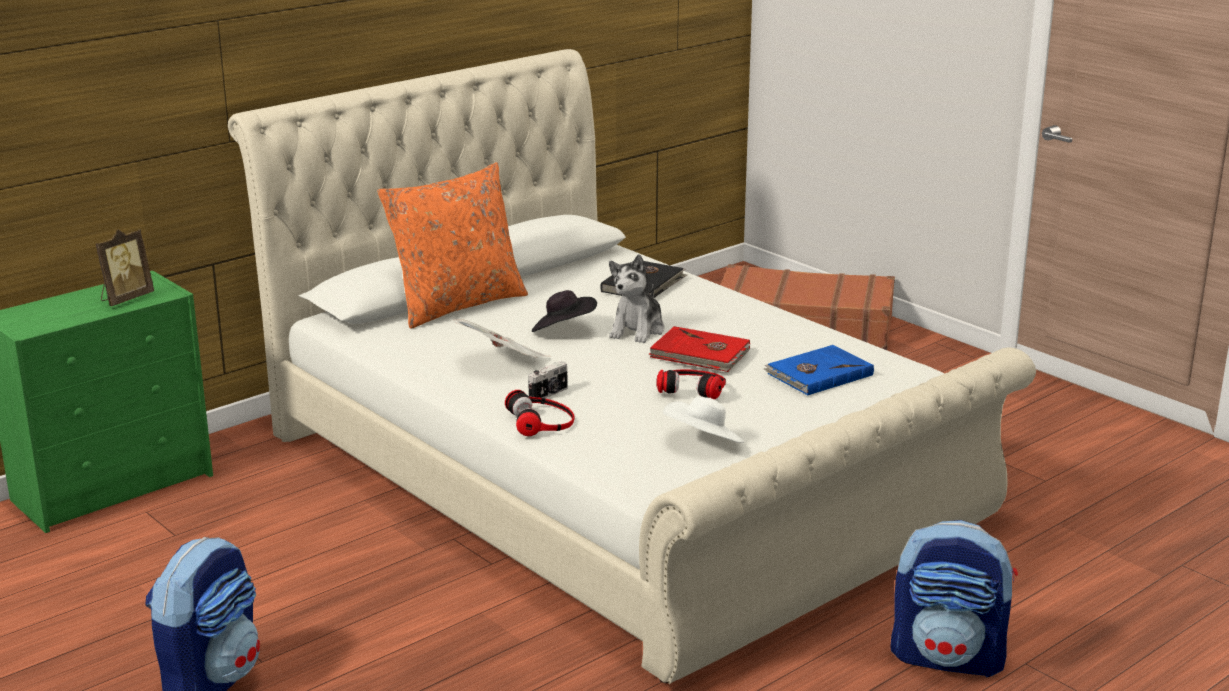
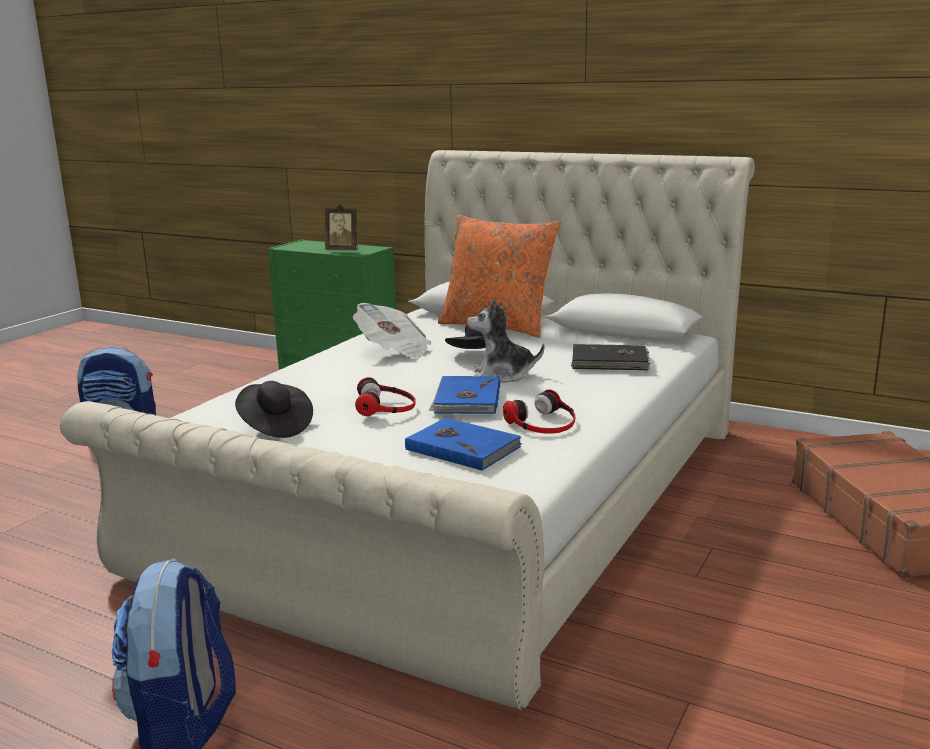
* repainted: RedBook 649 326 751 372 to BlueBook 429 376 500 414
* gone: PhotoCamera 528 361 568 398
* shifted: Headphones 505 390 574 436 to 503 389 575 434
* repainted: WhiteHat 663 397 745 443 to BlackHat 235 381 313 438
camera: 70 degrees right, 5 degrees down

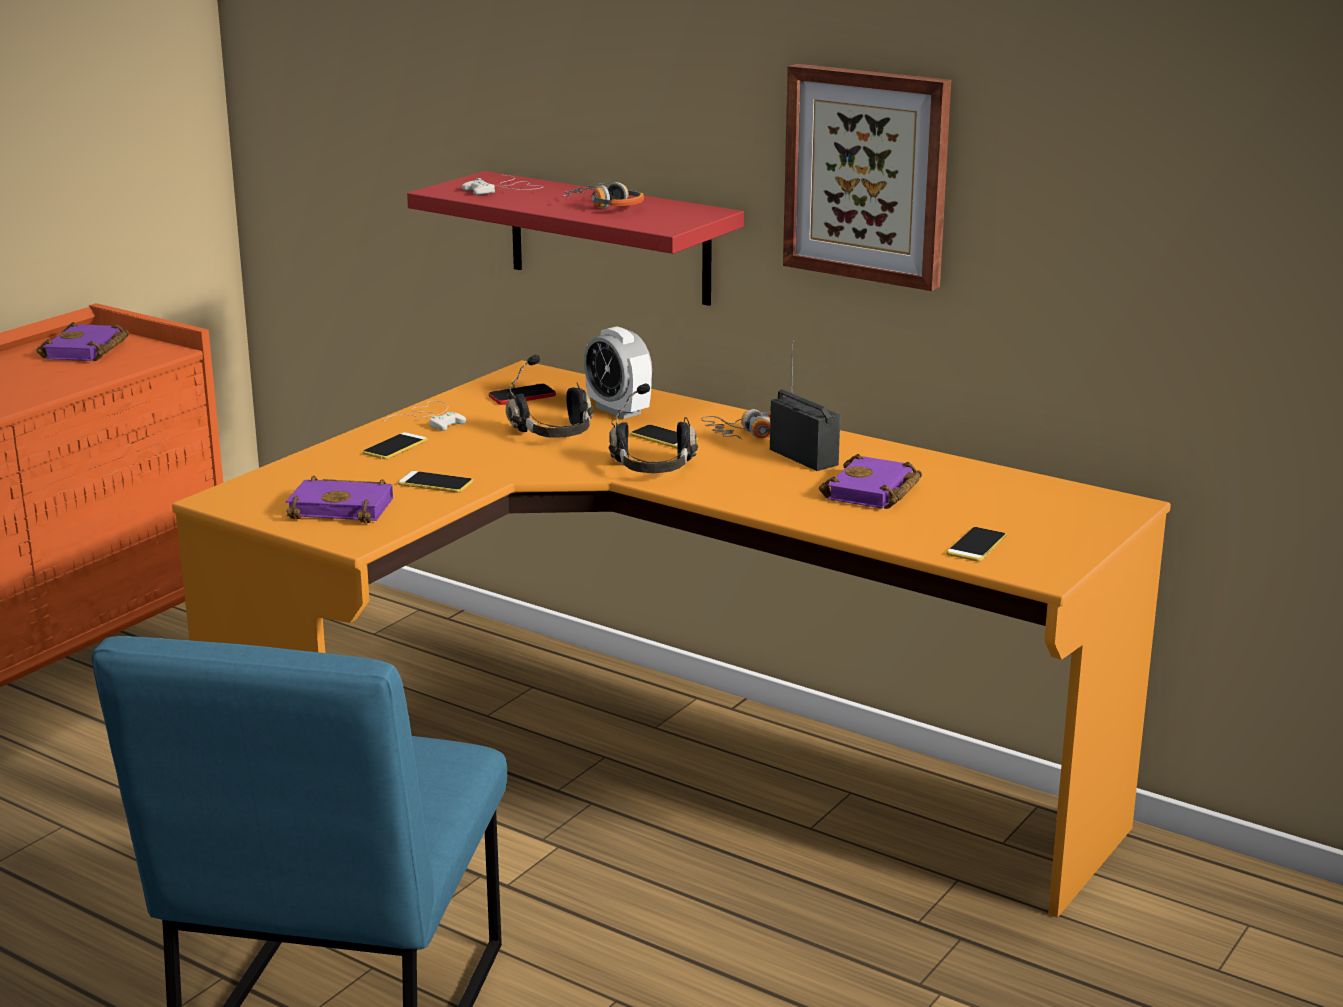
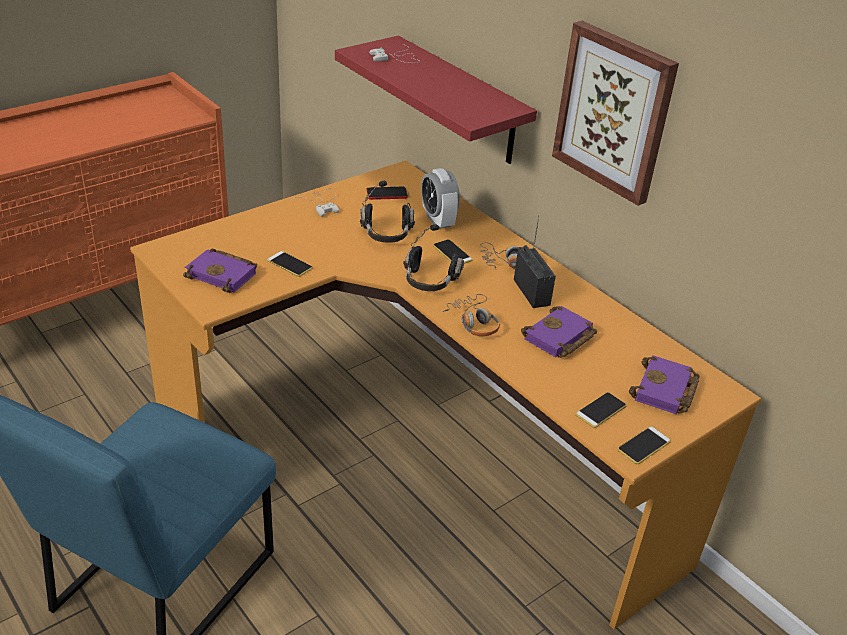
* shifted: Headphones 563 182 644 209 to 443 294 500 336
* shifted: PurpleBook 36 322 129 361 to 629 355 700 414
* shifted: Phone 362 432 428 459 to 617 426 671 464
camera: 15 degrees right, 15 degrees up

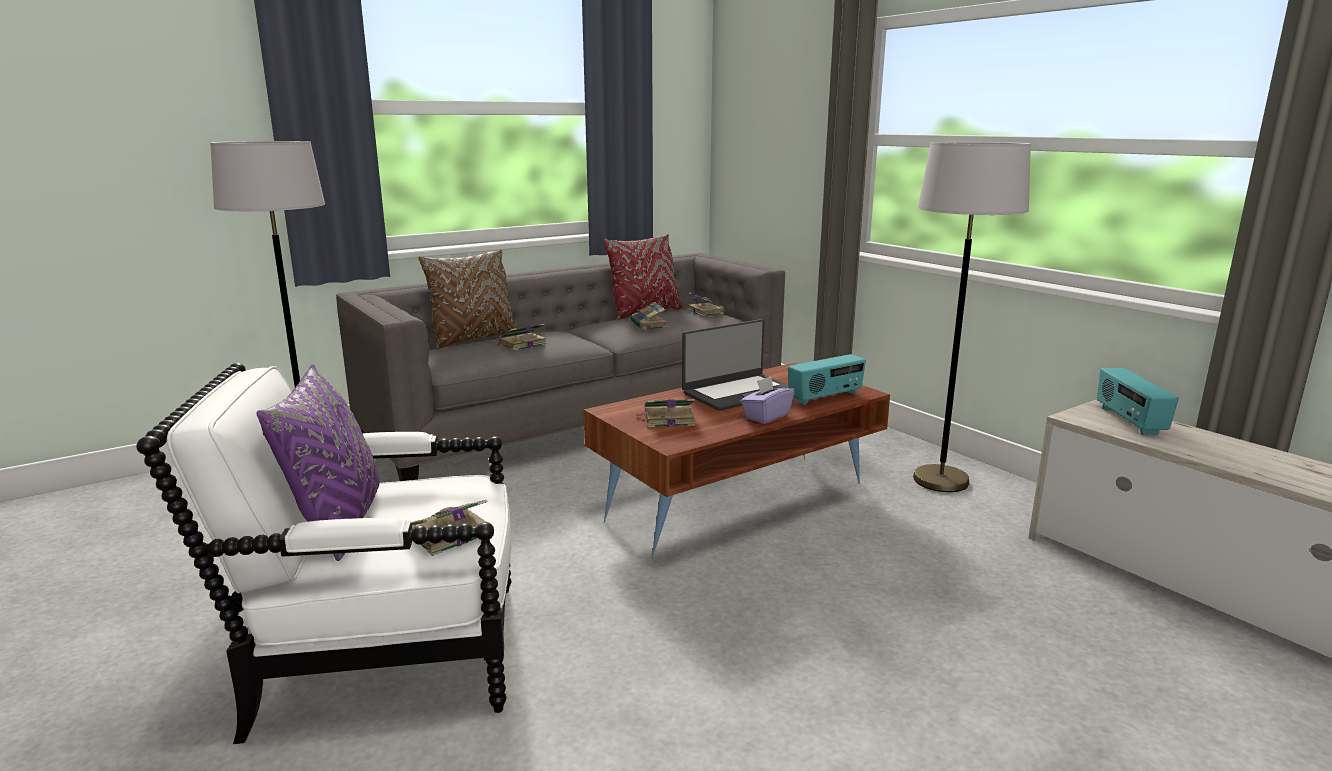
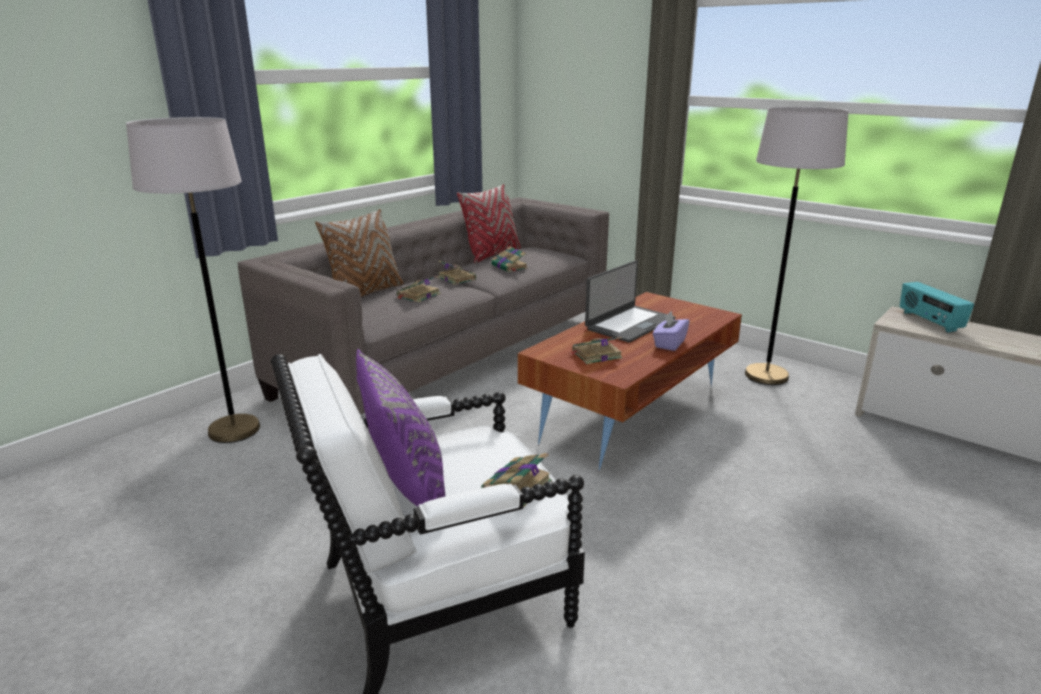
* shifted: Book 686 292 725 316 to 437 261 476 285
* gone: Radio 788 354 866 405
camera: 15 degrees left, 5 degrees up

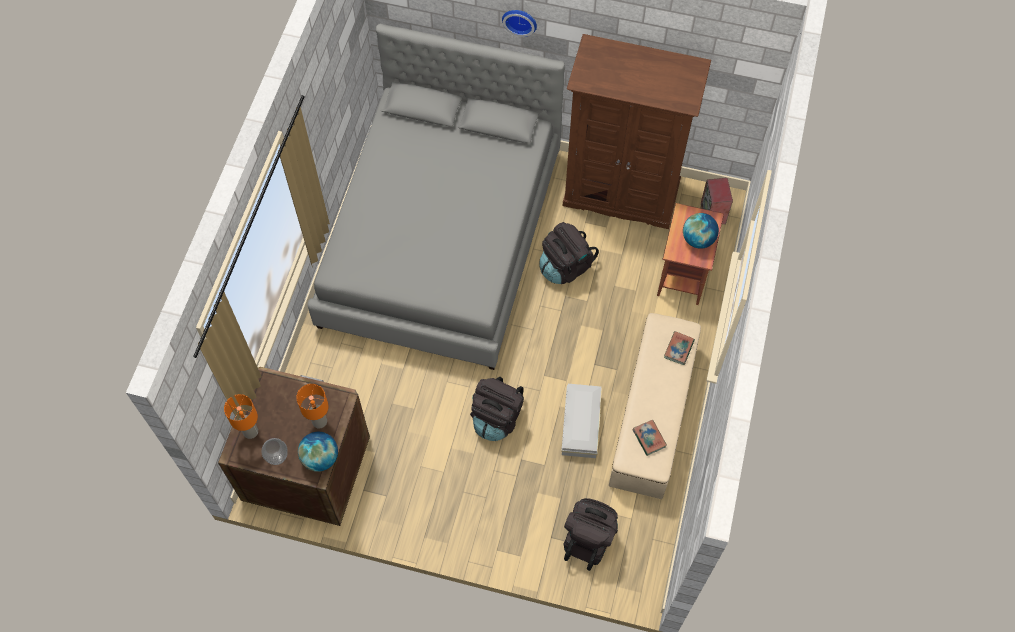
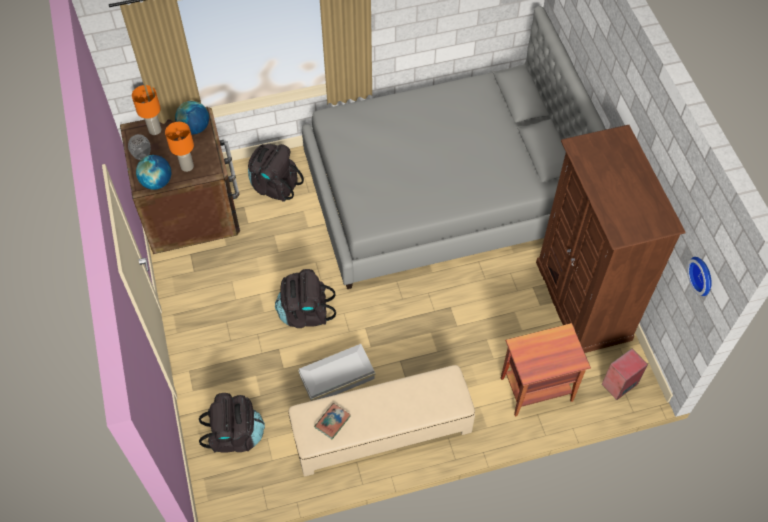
* shifted: WallClock 502 10 537 37 to 687 257 712 296
* shifted: Globe 683 213 719 249 to 175 101 209 135
* shifted: BlackBackpack 539 222 599 284 to 248 144 304 202
* gone: Book 664 331 695 365
camera: 60 degrees right, 5 degrees down

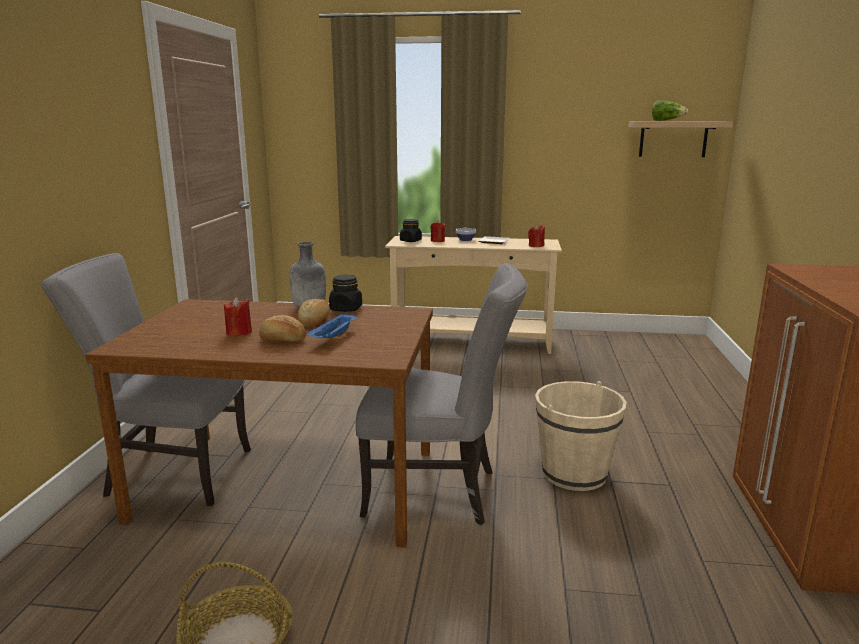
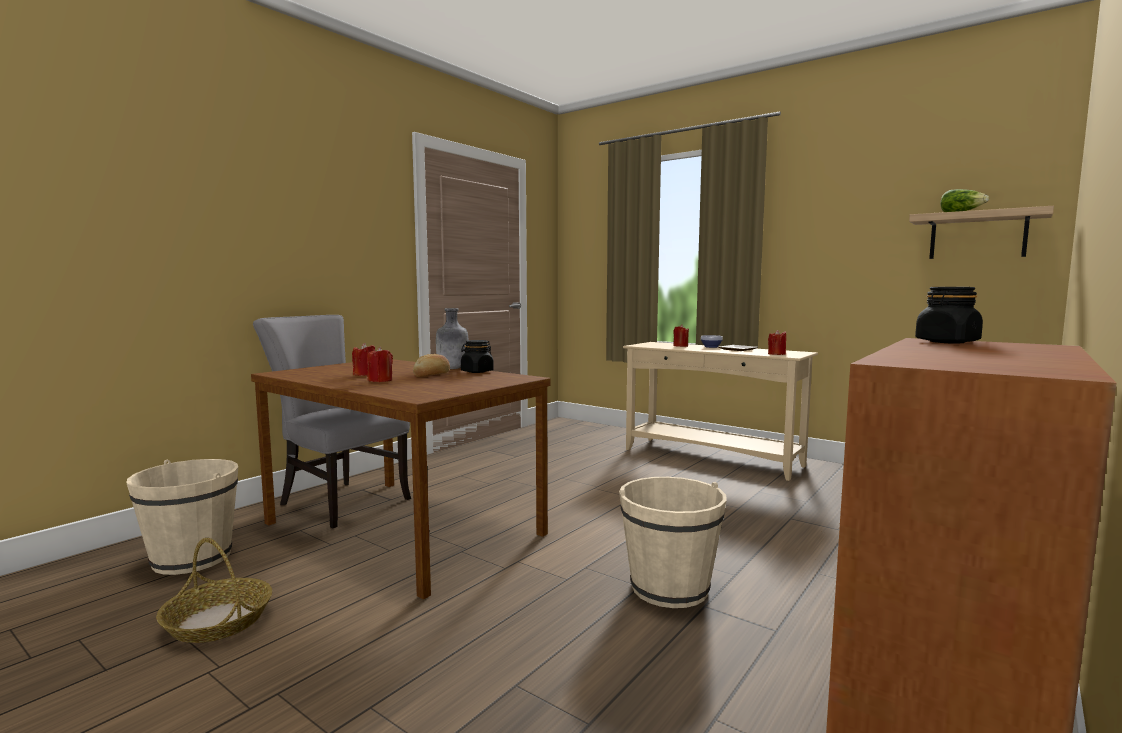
* shifted: BlackJar 400 219 422 242 to 915 287 983 344
* gone: GreyChair 356 263 528 525
* gone: BlueTray 306 312 357 338
* swapped: Bread 259 315 306 341 to RedCandle 367 347 393 382
* new: BeigeBucket 126 459 238 575
camera: 30 degrees right, 10 degrees down

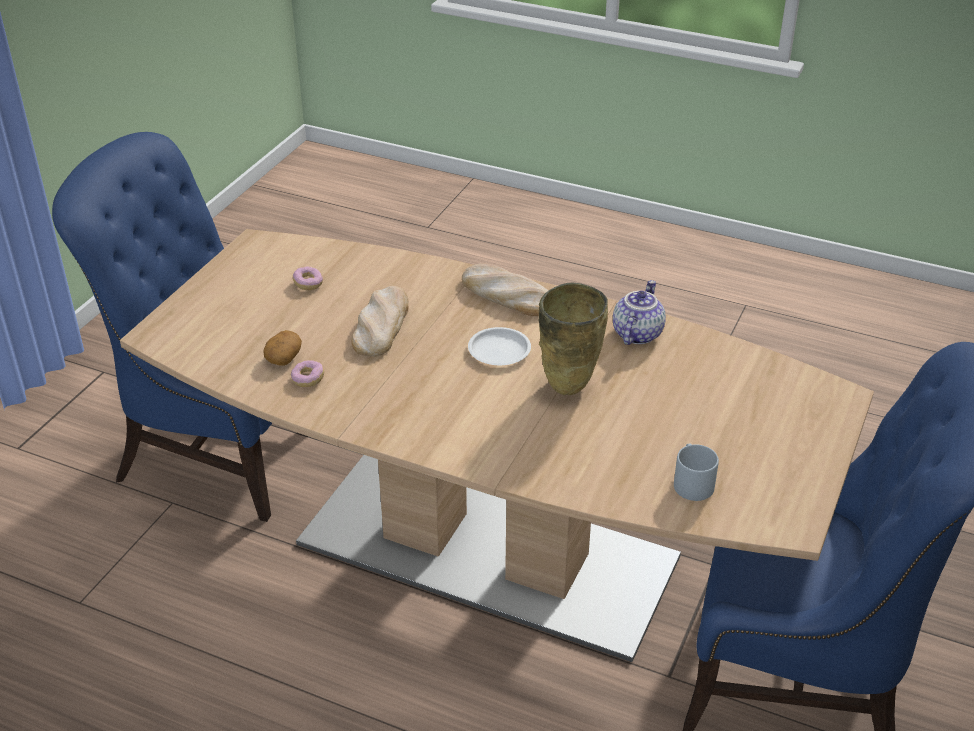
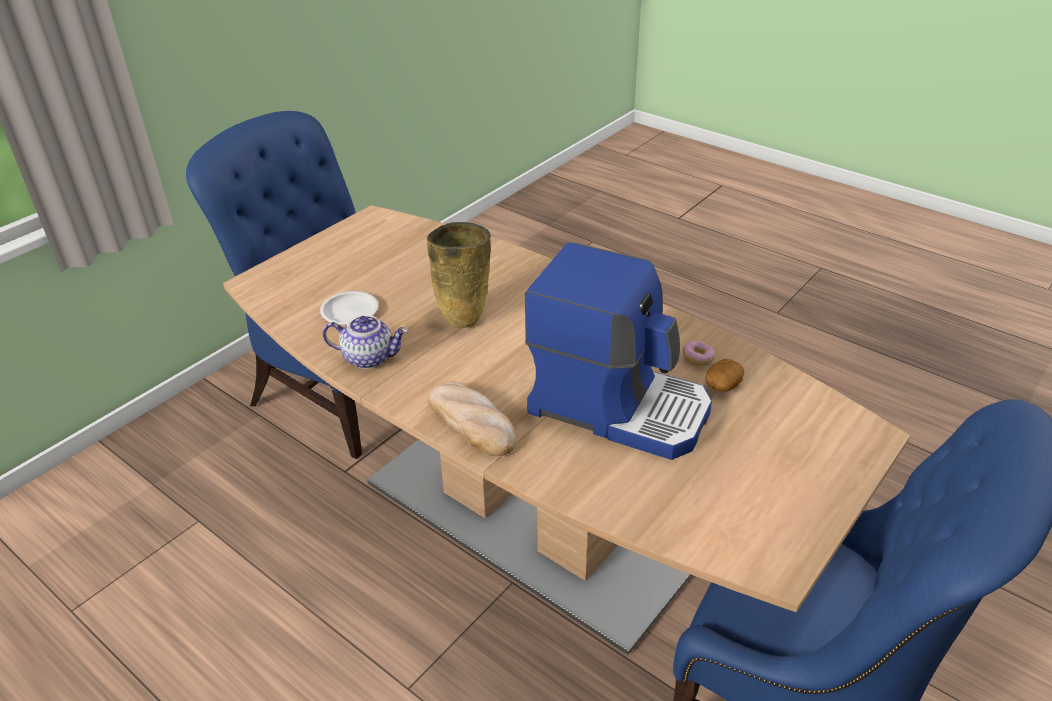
* gone: Donut 293 266 323 290
* rotated: Teapot 613 280 666 345 = 323 315 408 369 120 degrees counterclockwise
* swapped: Bread 351 286 408 357 to CoffeeMachine 525 242 712 460
* shifted: WhitePlate 468 327 531 365 to 320 291 378 324
* gone: GreyMug 674 444 719 501
camera: 165 degrees left, 0 degrees up

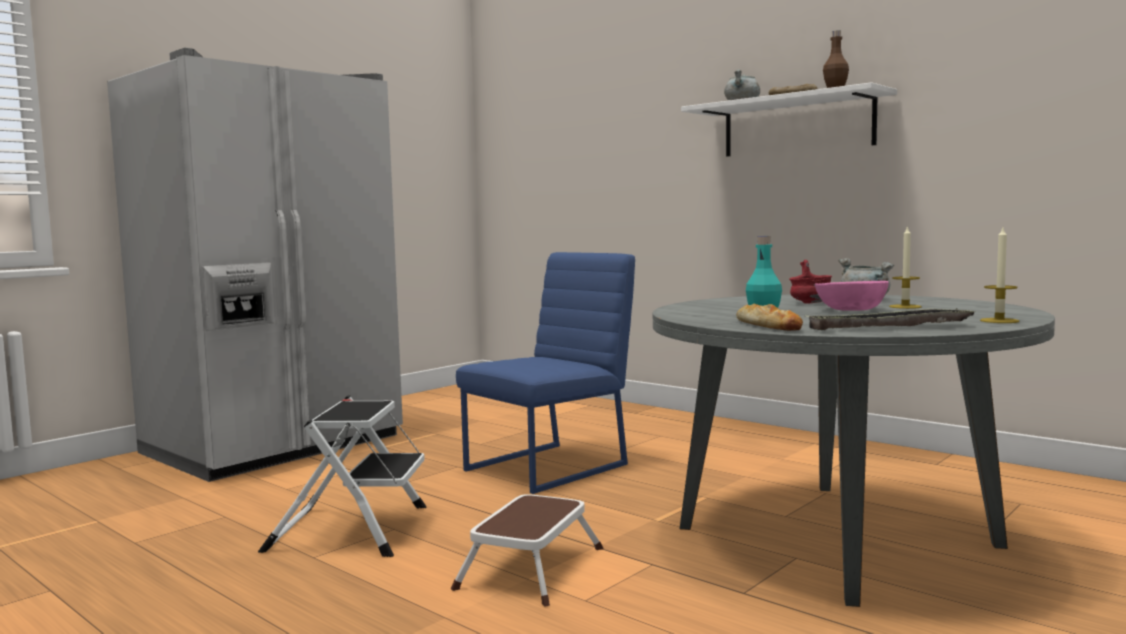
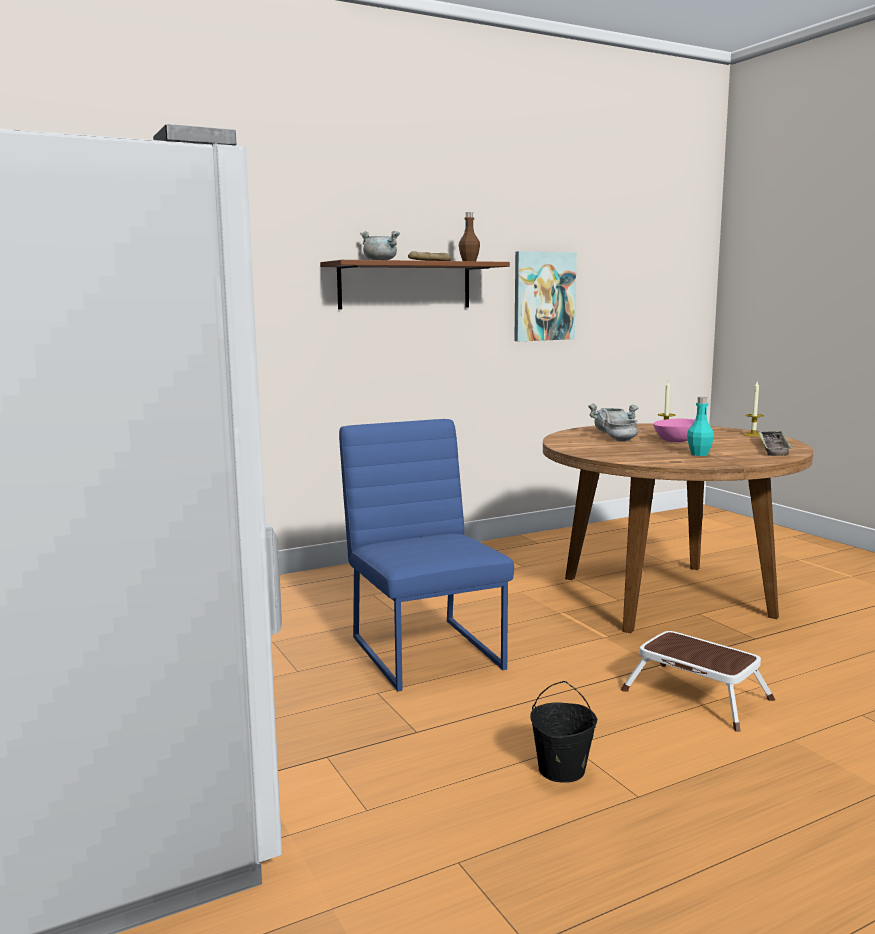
* repainted: WhiteShelf 681 82 897 157 to BrownShelf 320 260 510 310
* repainted: RedBowl 789 260 832 304 to GreyBowl 597 409 638 441
* repainted: GreyDiningTable 653 294 1055 607 to BrownDiningTable 543 423 813 633
* gone: Bread 736 304 803 331
* swapped: StepLadder 258 395 426 557 to BlackBucket 530 681 597 783
* new: Picture 514 251 577 341
camera: 70 degrees left, 5 degrees up

